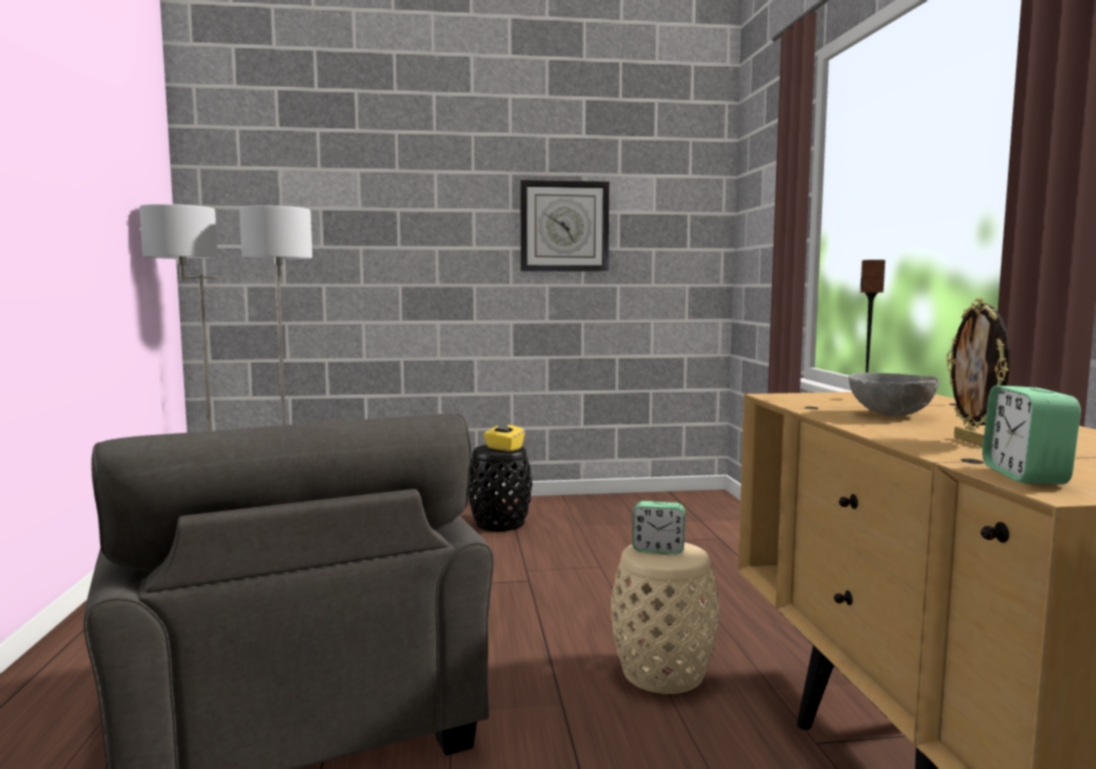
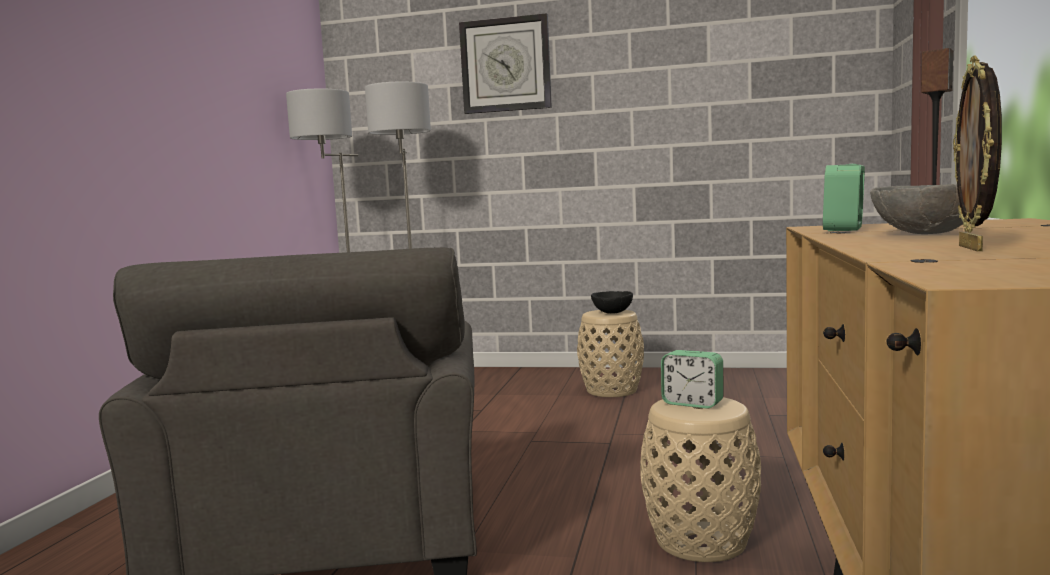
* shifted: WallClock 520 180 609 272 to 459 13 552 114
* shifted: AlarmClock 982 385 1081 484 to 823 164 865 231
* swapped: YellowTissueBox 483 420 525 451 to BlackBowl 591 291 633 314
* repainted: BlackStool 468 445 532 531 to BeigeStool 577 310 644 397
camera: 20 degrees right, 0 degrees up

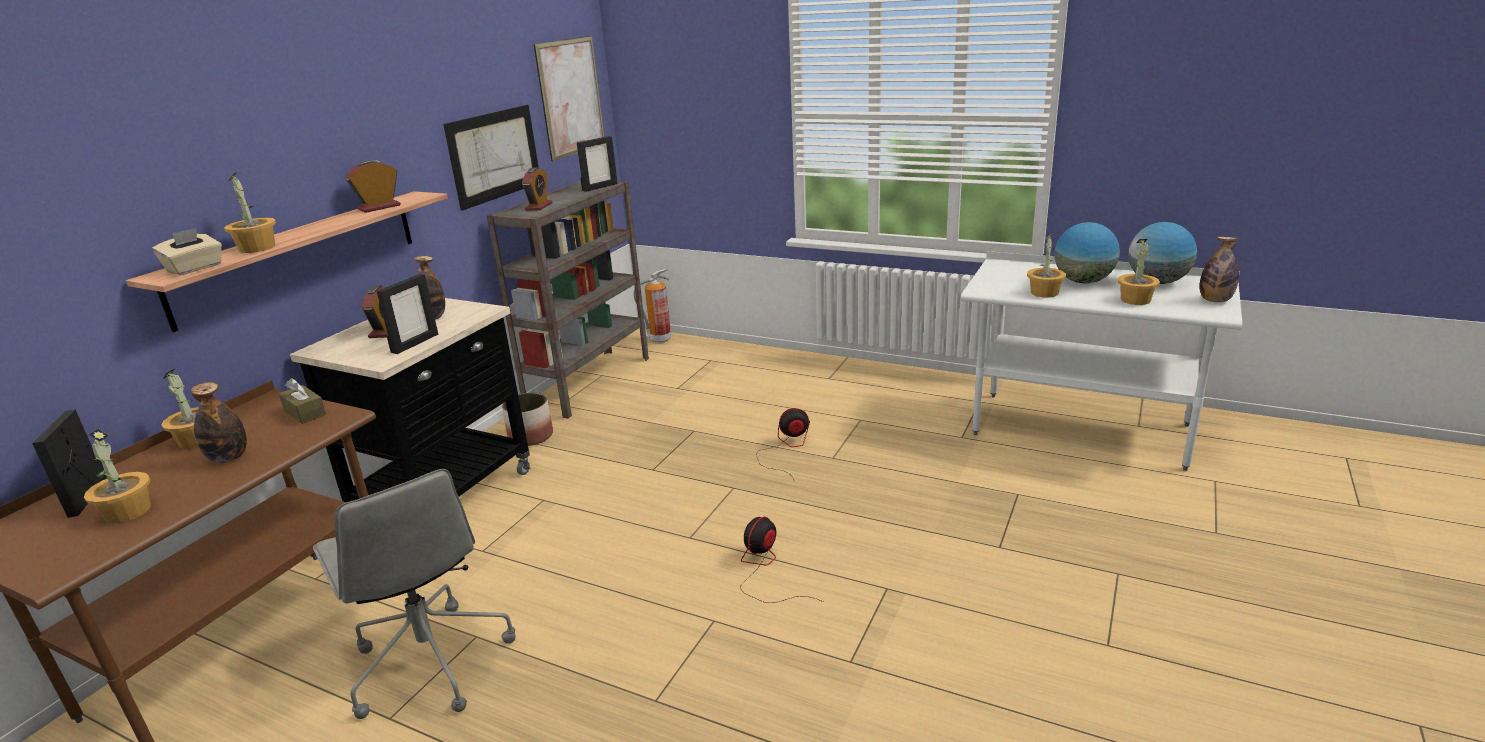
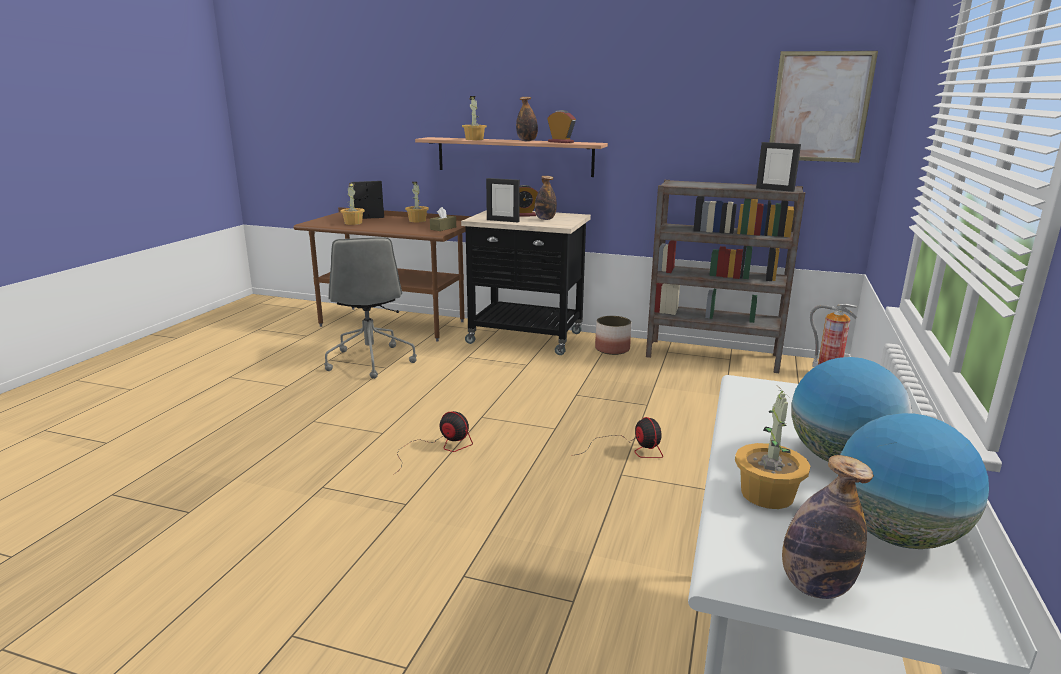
* gone: Picture 443 105 539 211
* gone: AlarmClock 522 168 552 210
* gone: BeigeTissueBox 152 228 222 275
* gone: PottedPlant 1027 235 1066 298
* shifted: Bottle 191 382 247 463 to 516 97 538 141
* rotated: GreyOfficeChair 313 469 516 719 = 324 237 417 379 60 degrees counterclockwise
camera: 80 degrees right, 5 degrees down

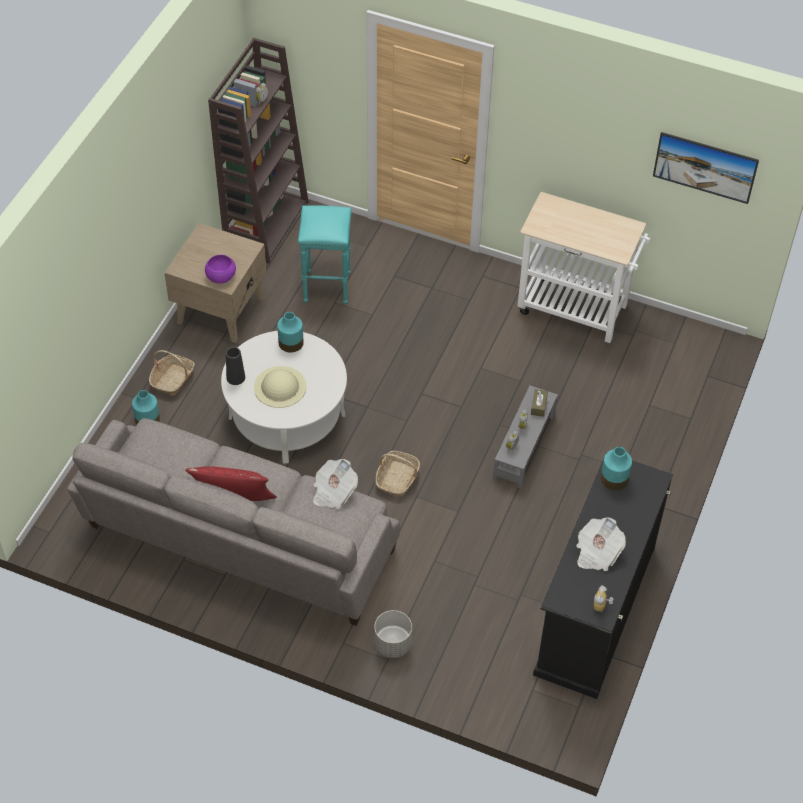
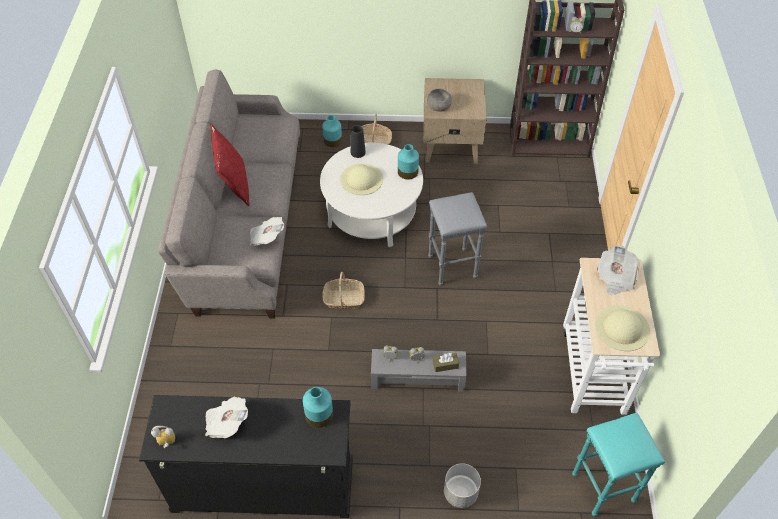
* gone: Picture 653 132 759 204
* shifted: TurquoiseStool 298 205 351 305 to 572 413 665 516
* repainted: PurpleBowl 205 255 236 284 to GreyBowl 427 89 452 111
* shifted: GreyPlanter 374 610 412 658 to 444 463 481 508
* new: GreyStool 428 192 487 286
* new: Newspaper 597 245 640 295
* new: BeigeHat 595 305 650 351
camera: 70 degrees right, 0 degrees up

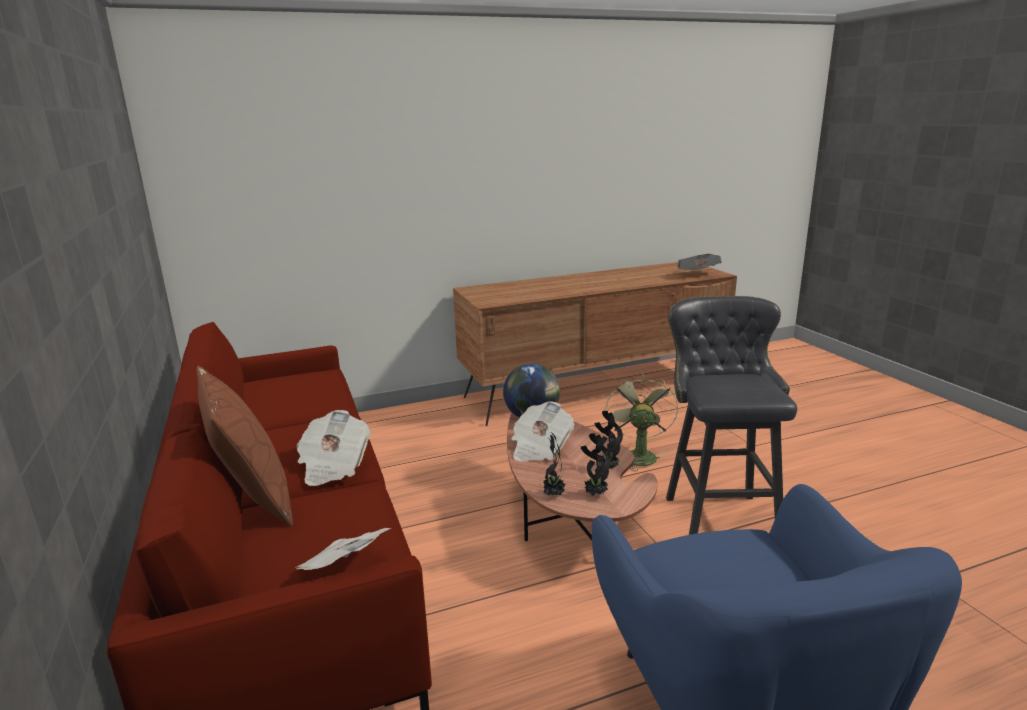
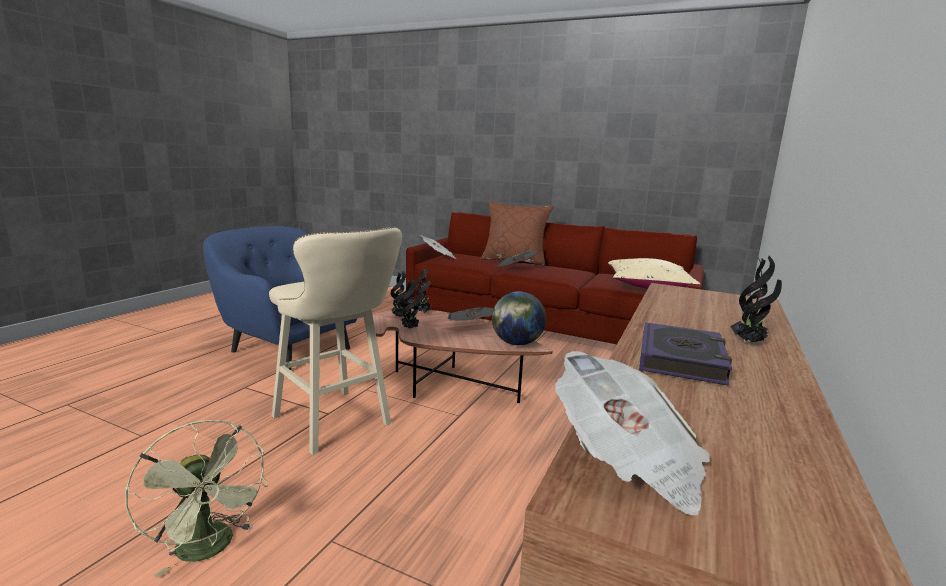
* repainted: BlackStool 666 296 797 535 to BeigeStool 269 227 402 455
* shifted: GreenFan 605 374 678 471 to 125 420 268 578
* new: PottedPlant 730 256 782 344
* new: BeigePillow 608 258 700 289
* new: Book 639 322 732 385
camera: 135 degrees right, 5 degrees down

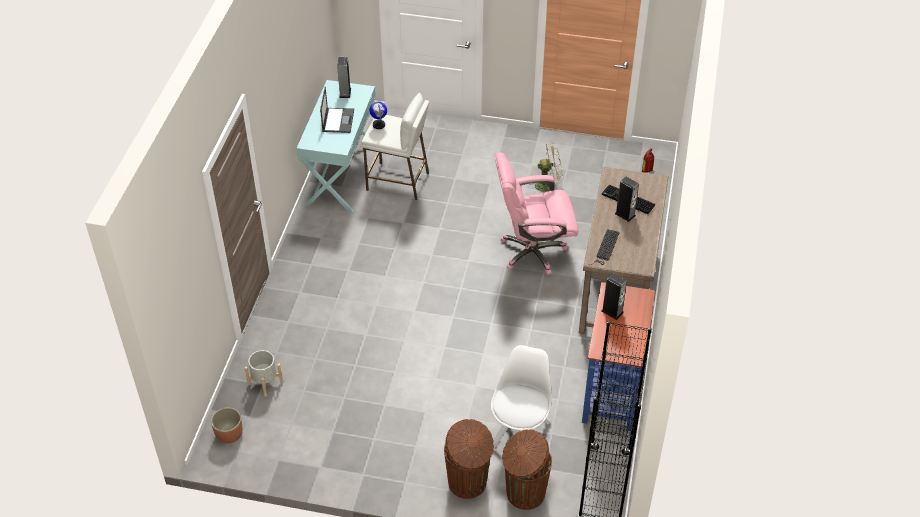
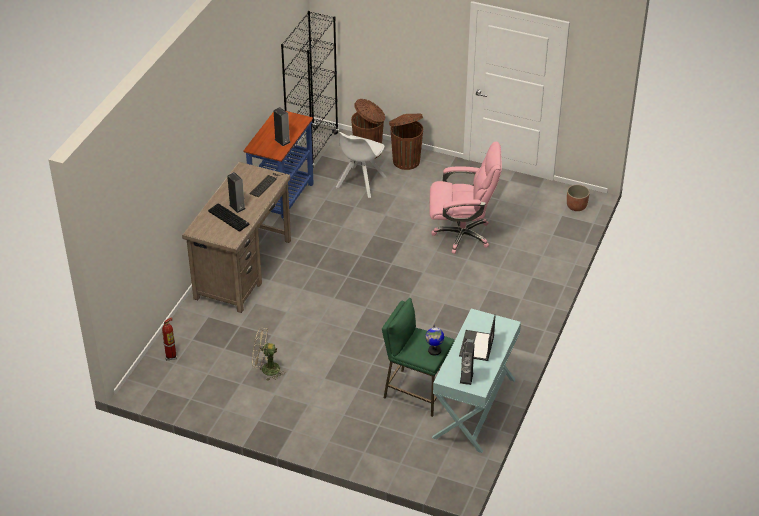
* repainted: WhiteStool 362 93 429 200 to GreenStool 382 298 455 417
* shifted: PinkOfficeChair 495 152 579 275 to 429 142 502 254
* gone: GreyPlanter 245 350 283 397
camera: 170 degrees left, 5 degrees down

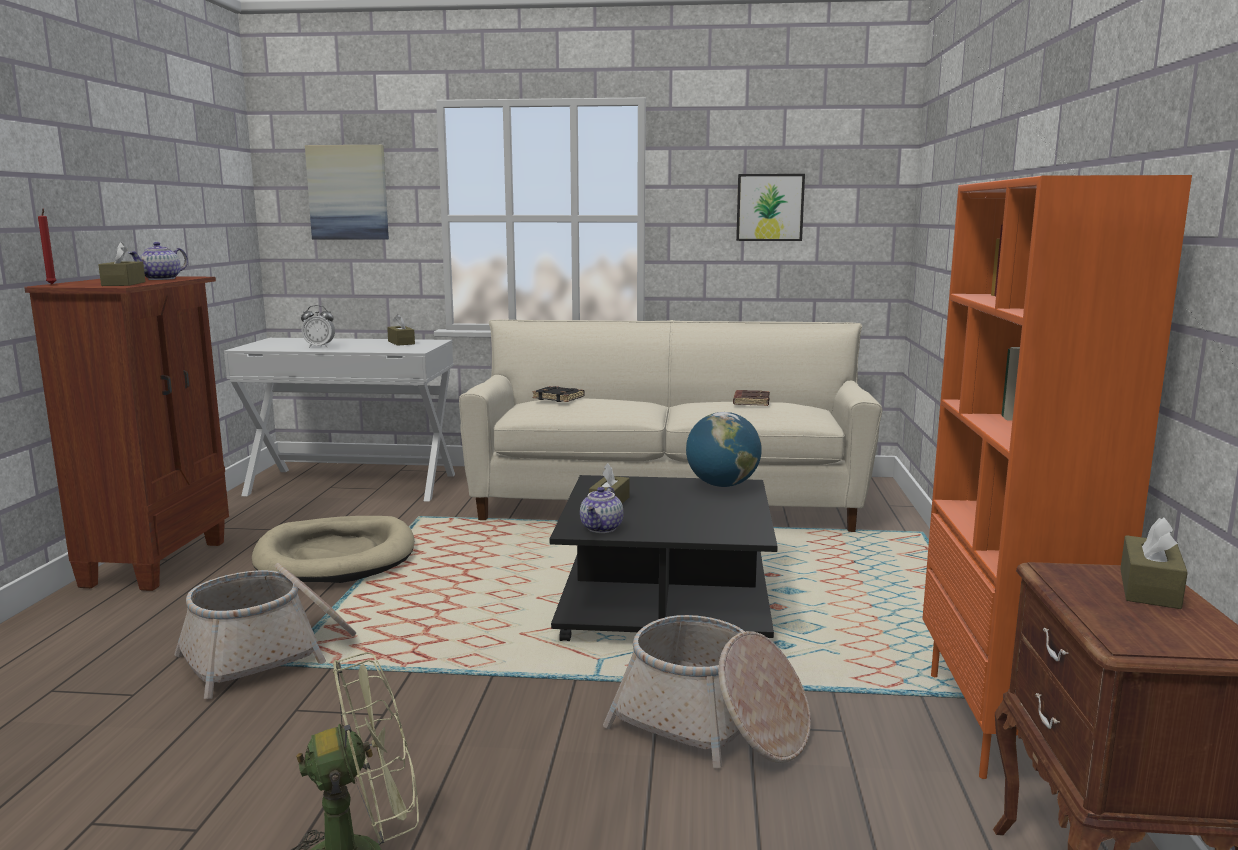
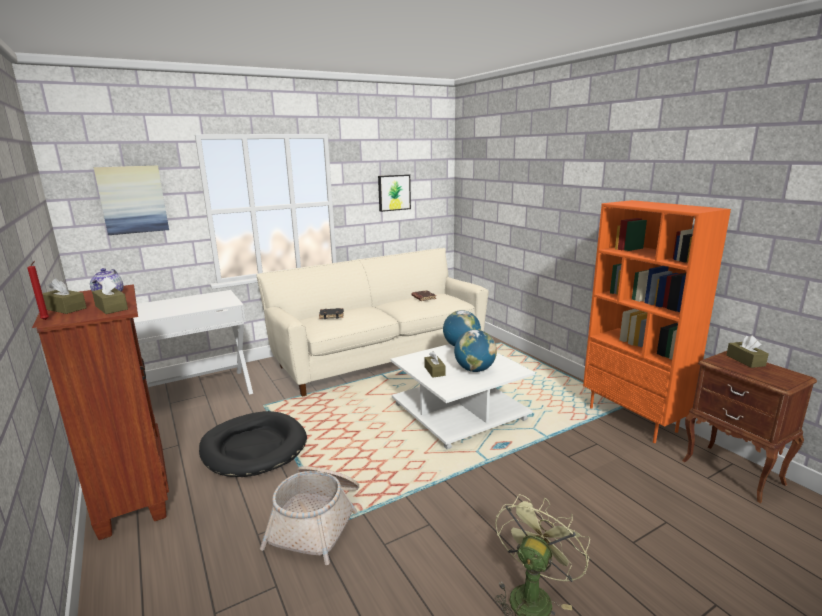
* gone: AlarmClock 301 305 335 348
* shifted: BrownTissueBox 387 314 415 346 to 42 278 87 314
* repainted: BlackCoffeeTable 550 475 778 641 to WhiteCoffeeTable 390 344 535 449
* gone: Teapot 580 487 623 533
* repainted: BeigeDogBed 252 516 414 583 to BlackDogBed 199 411 307 477
* gone: Basket 603 615 811 768
* new: Globe 454 330 497 372
camera: 35 degrees left, 5 degrees up

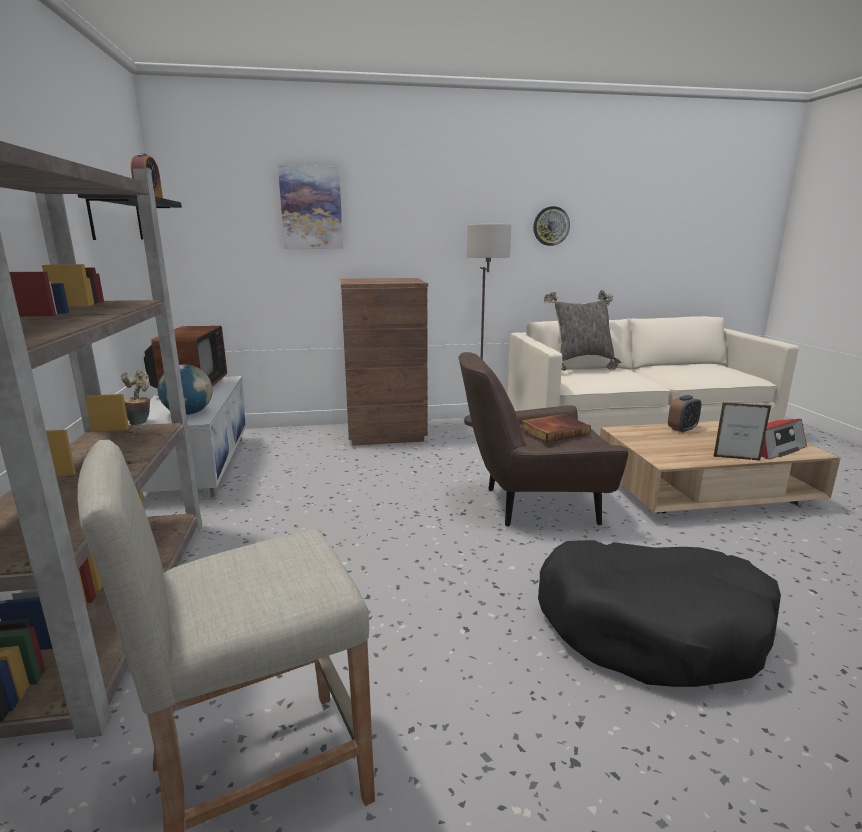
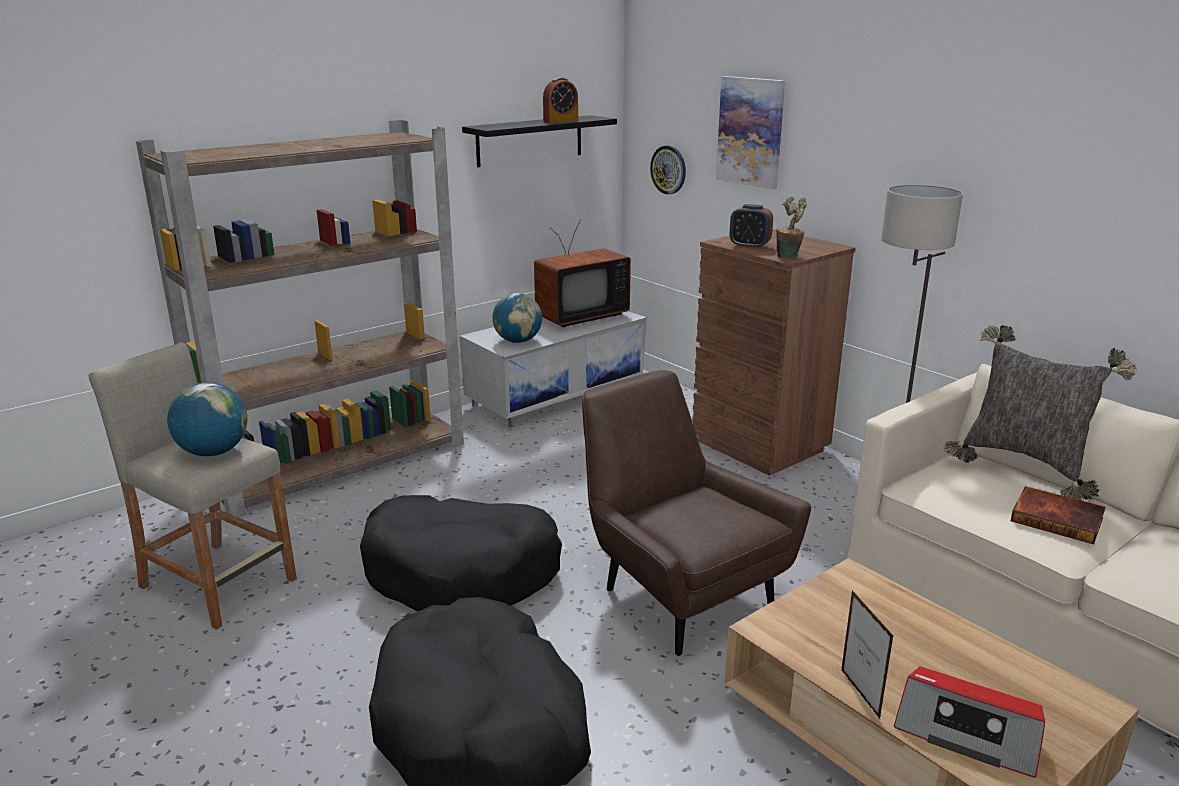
* shifted: WallClock 533 206 570 246 to 650 145 686 194
* shifted: PottedPlant 121 370 150 425 to 776 197 807 259
* shifted: AlarmClock 668 395 702 432 to 730 204 773 249
* shifted: Book 521 414 591 442 to 1011 486 1106 544
* new: Globe 167 382 248 456
* new: BlackDogBed 360 495 562 611
camera: 60 degrees right, 5 degrees up

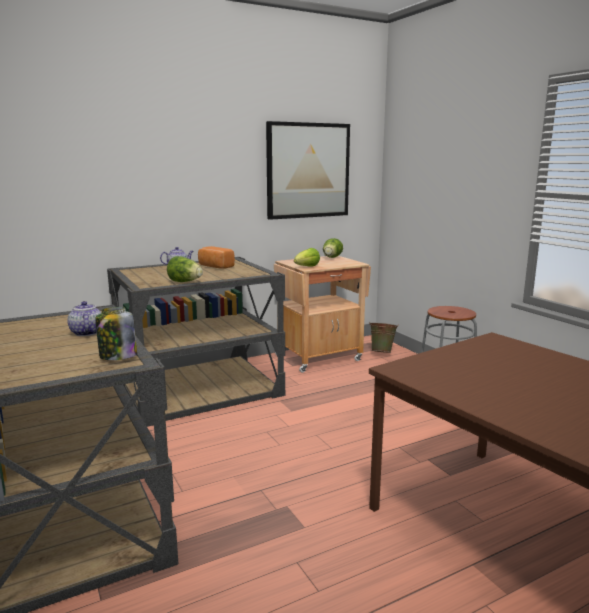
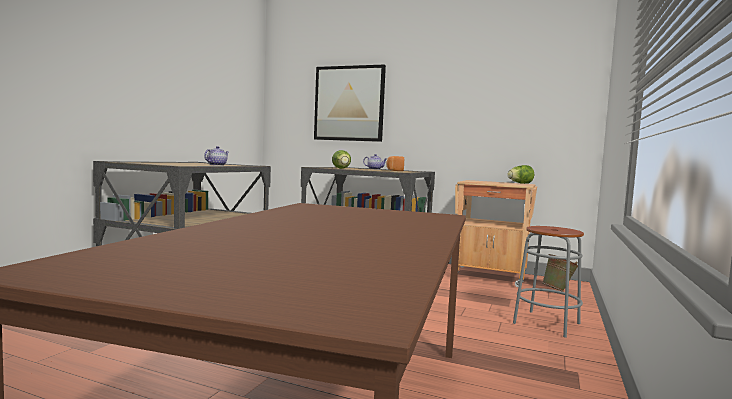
* shifted: Picture 266 121 350 220 to 314 65 386 142
* gone: Lettuce 294 248 320 267
* gone: Jar 96 307 137 360
camera: 50 degrees right, 10 degrees down

